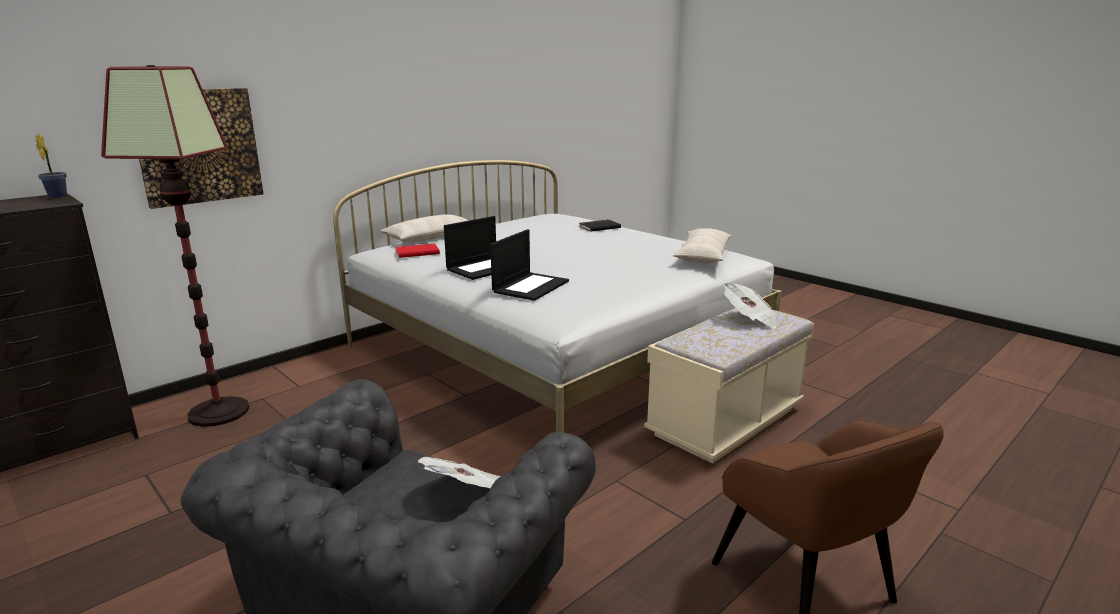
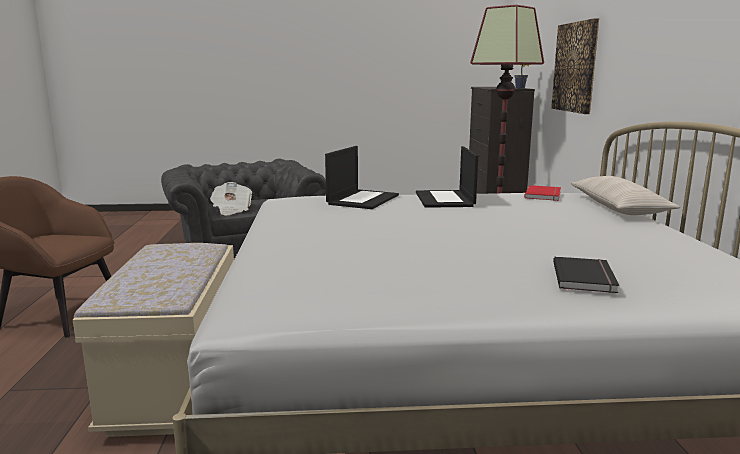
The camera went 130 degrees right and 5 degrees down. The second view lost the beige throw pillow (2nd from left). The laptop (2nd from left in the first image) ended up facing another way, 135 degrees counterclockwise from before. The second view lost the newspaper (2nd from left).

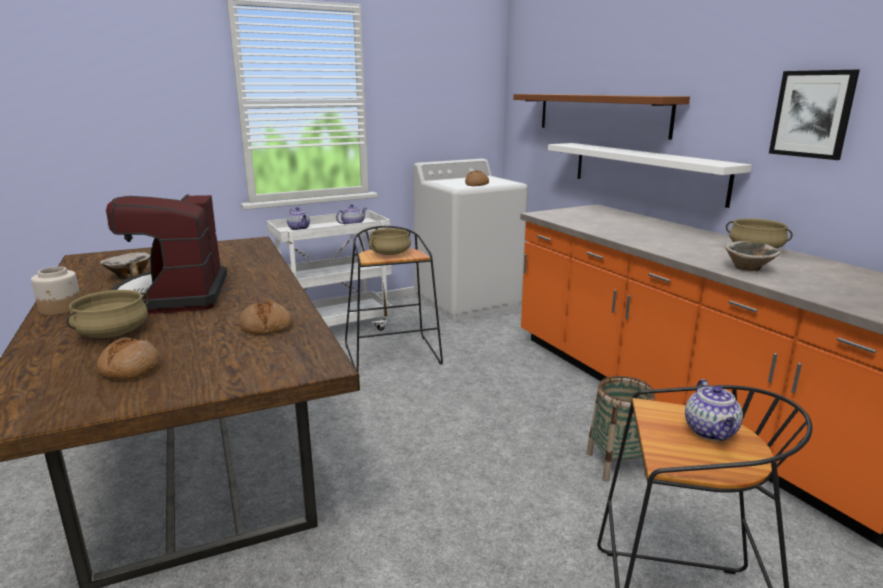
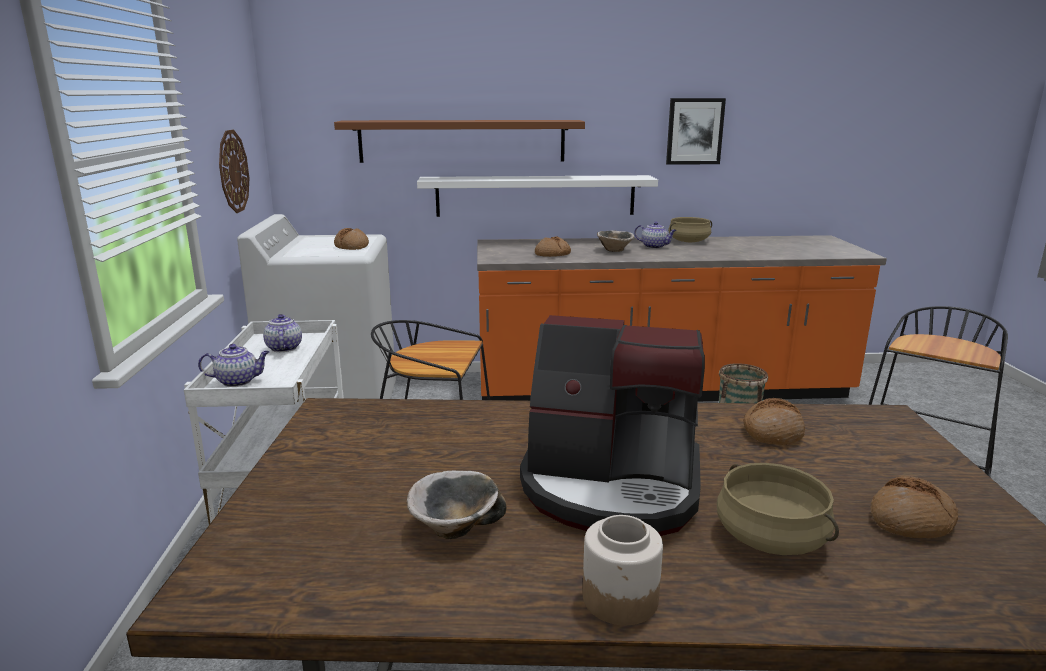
The camera went 65 degrees left and 0 degrees up. The second view lost the beige saucepot (2nd from left). The serving bowl (2nd from left) ended up elsewhere. The tea pot (3rd from left) ended up elsewhere. The second view gained the wall clock. The second view gained the bakery bread (2nd from left).

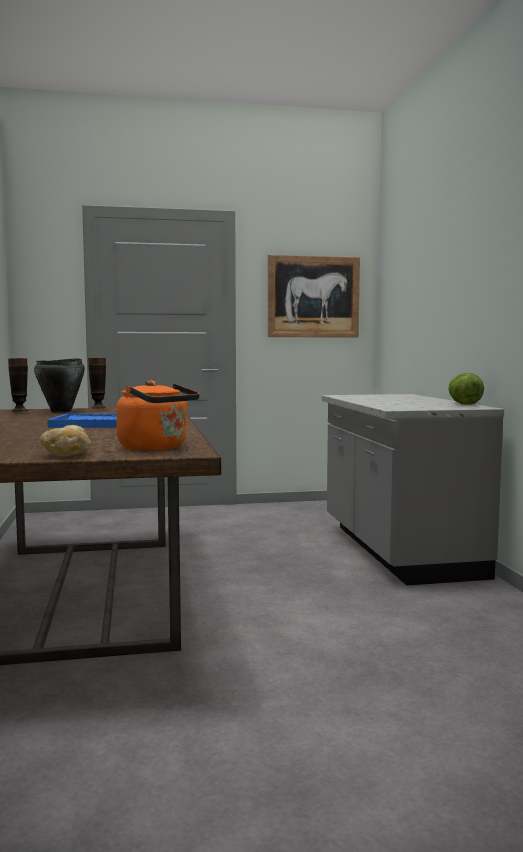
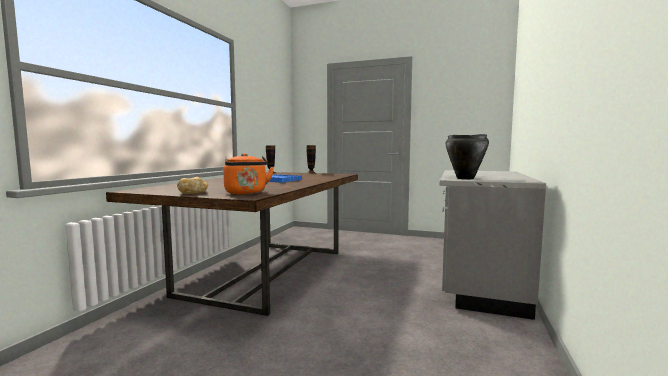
The camera went 30 degrees right and 0 degrees up. The second view lost the wall picture. The black saucepot ended up elsewhere. The second view lost the lettuce head.

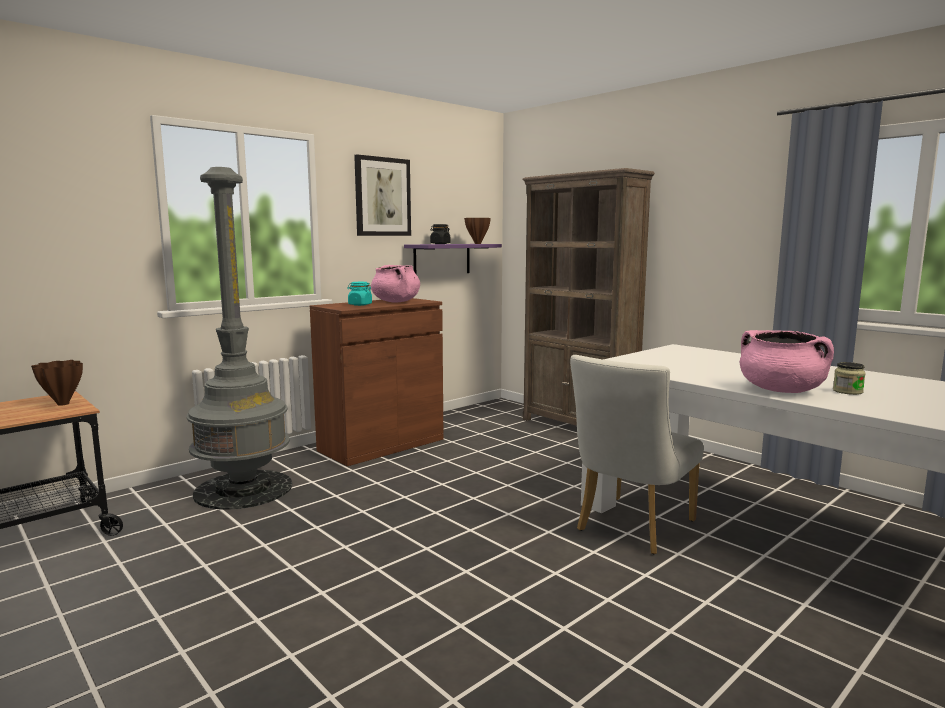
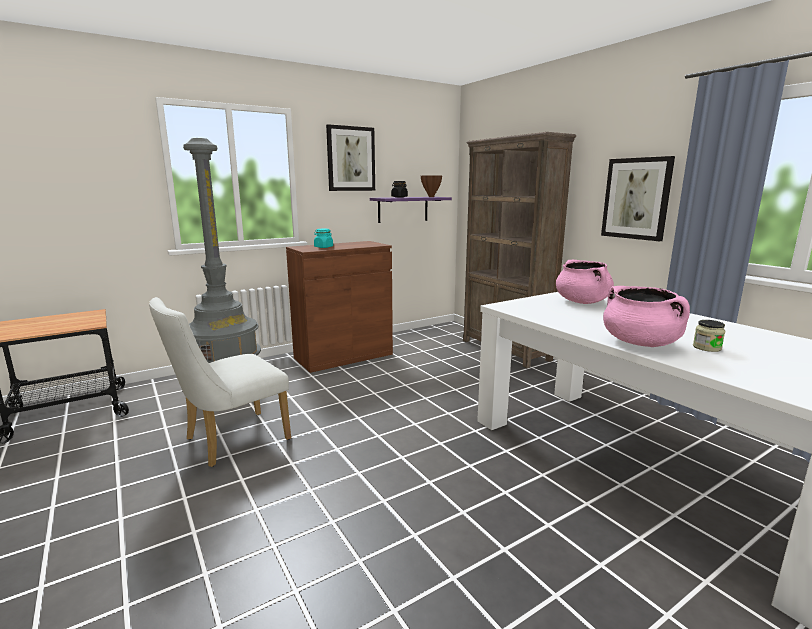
The camera went 10 degrees right and 5 degrees up. The pinkish saucepot (1st from left) ended up elsewhere. The white-coloured upright chair ended up elsewhere. The second view lost the brownish vase (1st from left). The second view gained the wall picture (2nd from left).

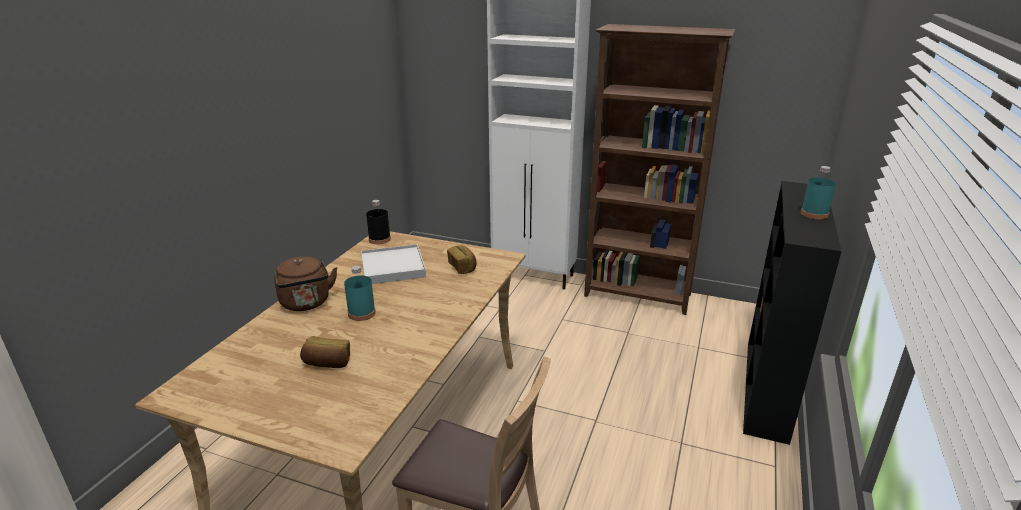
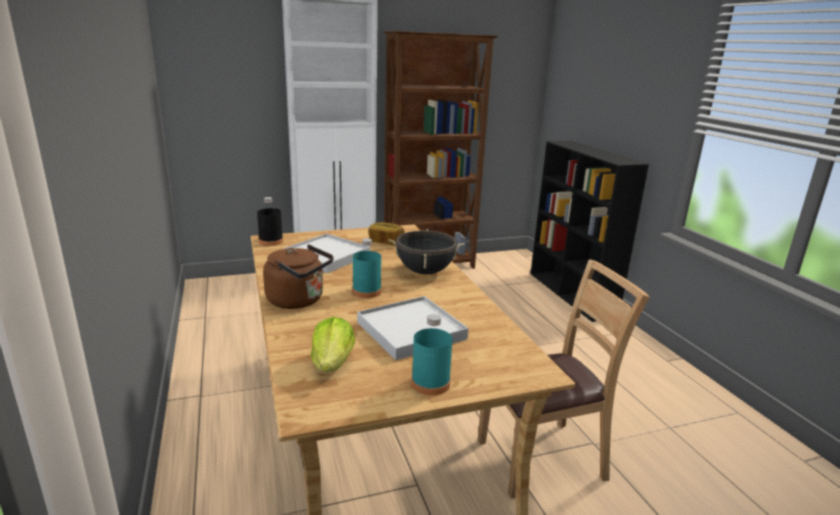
The camera went 40 degrees left and 5 degrees down. The blue-green beverage bottle (2nd from left) ended up elsewhere. Where the bakery bread (1st from left) stood, the white-coloured tray (2nd from left) came to stand. The second view gained the black saucepot. The second view gained the lettuce head.

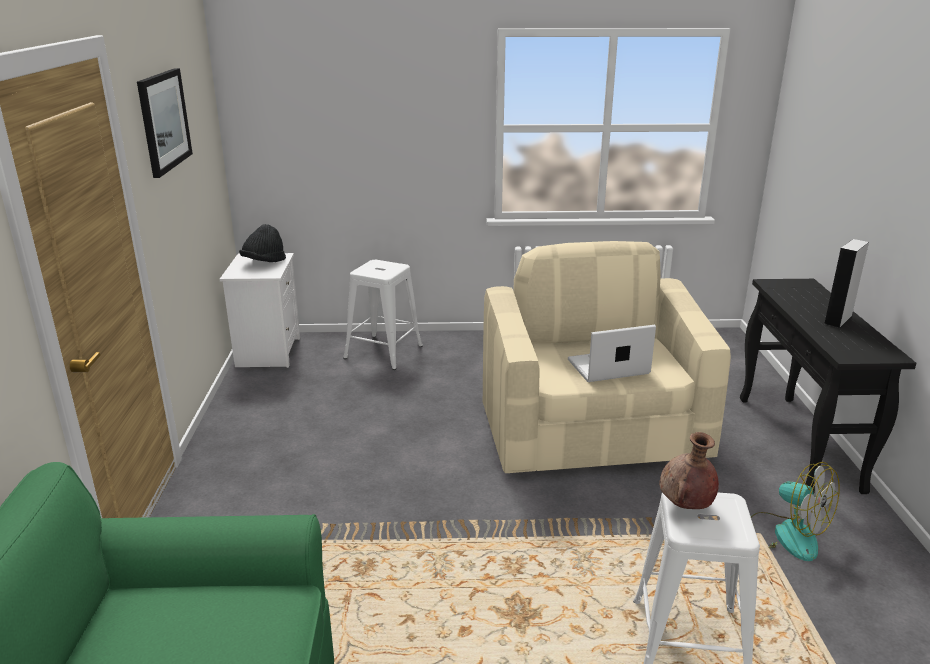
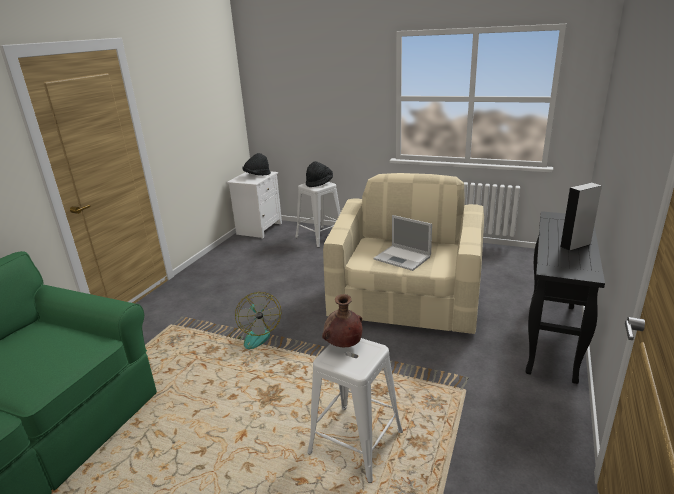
The camera went 25 degrees right and 0 degrees up. The second view lost the wall picture. The laptop ended up facing another way, 150 degrees counterclockwise from before. The cooling fan ended up elsewhere. The second view gained the black wearable hat (2nd from left).

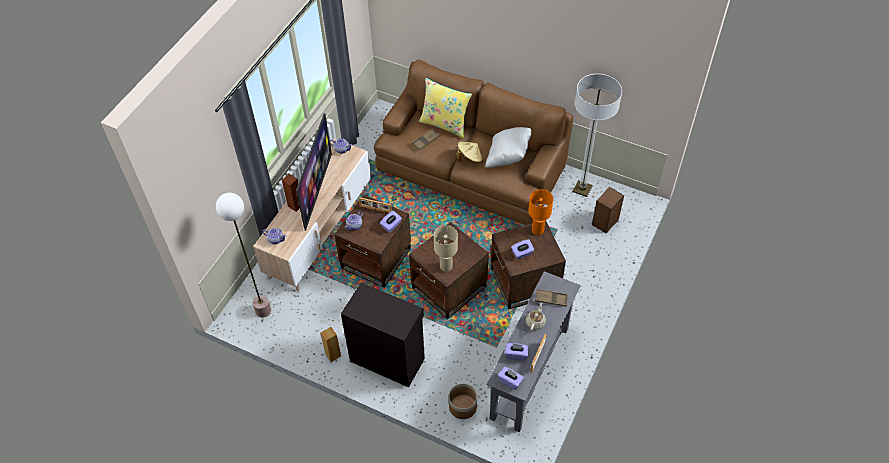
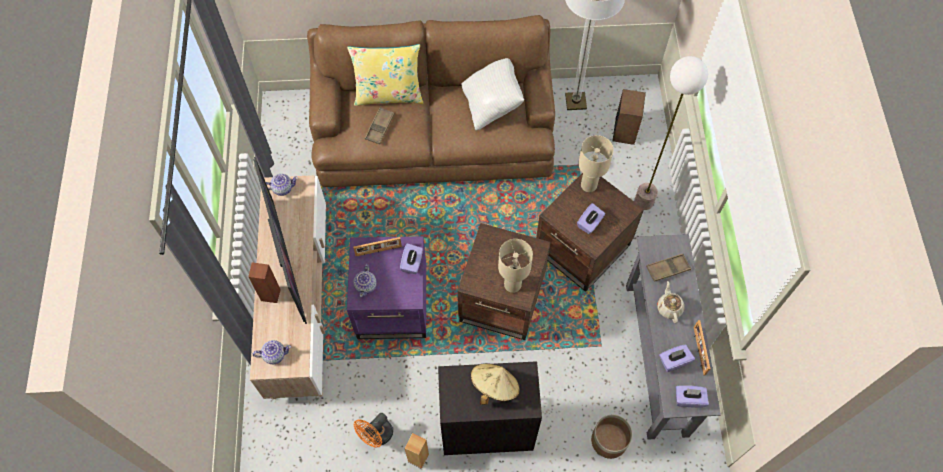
The camera went 30 degrees left and 10 degrees up. The beige wearable hat ended up elsewhere. What was the orange tabletop lamp turned into the beige tabletop lamp (2nd from left). The standard lamp (1st from left in the first image) ended up elsewhere. What was the brownish end table (1st from left) turned into the purplish end table. The second view gained the orange cooling fan.

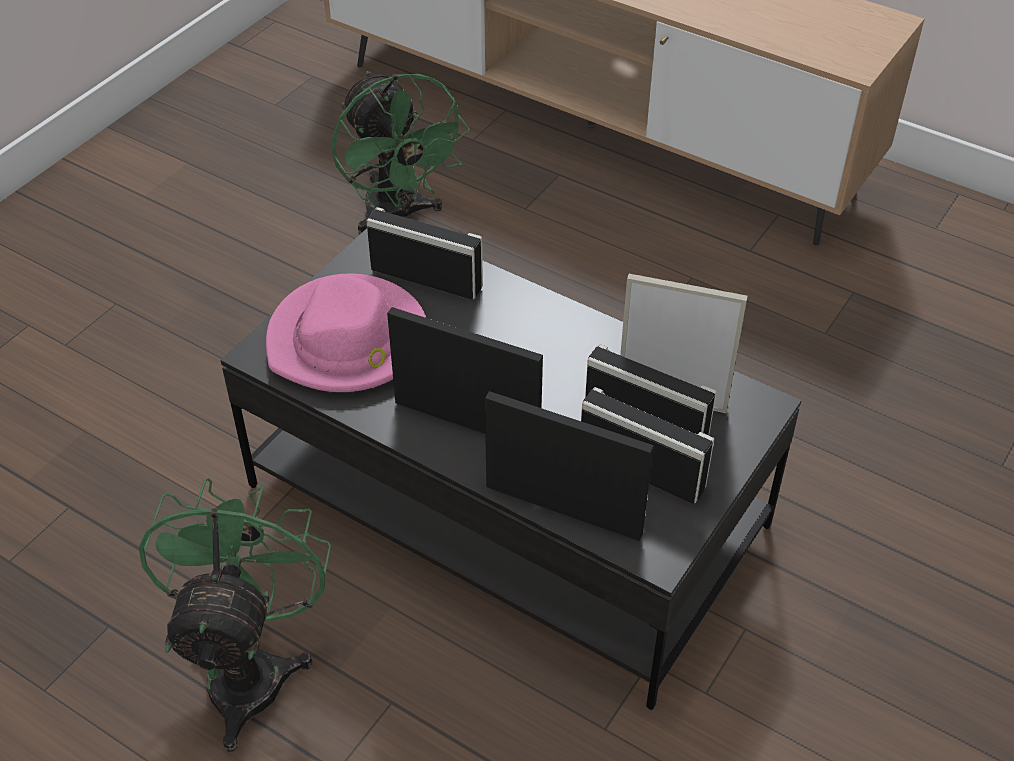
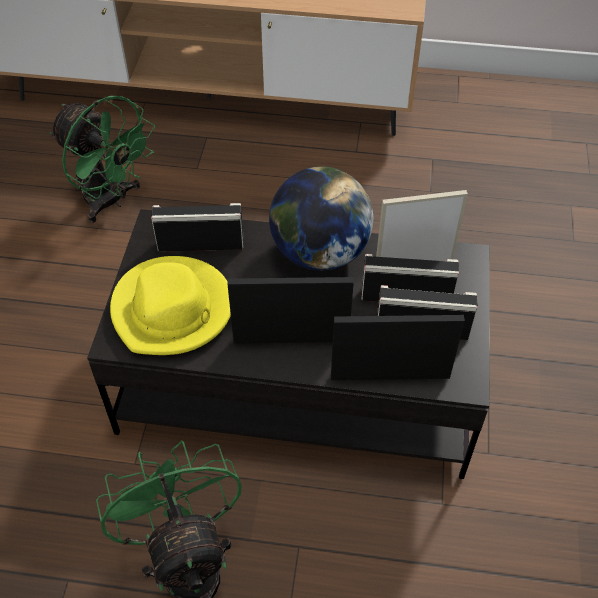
The camera went 25 degrees left and 5 degrees up. What was the pinkish wearable hat turned into the yellowish wearable hat. The second view gained the globe.

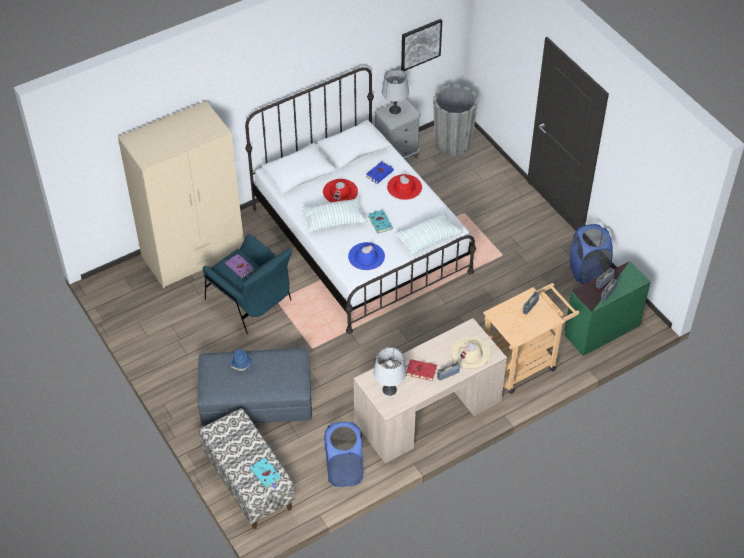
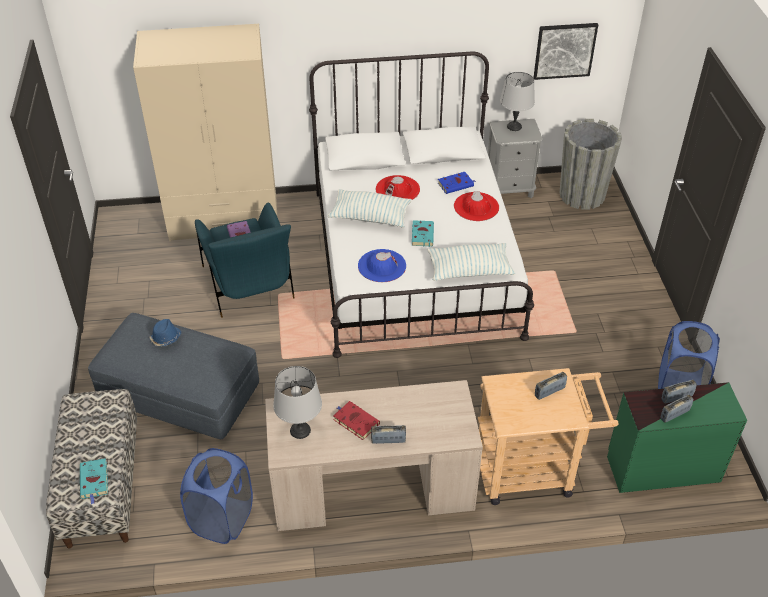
The camera went 25 degrees right and 5 degrees down. The second view lost the beige wearable hat.

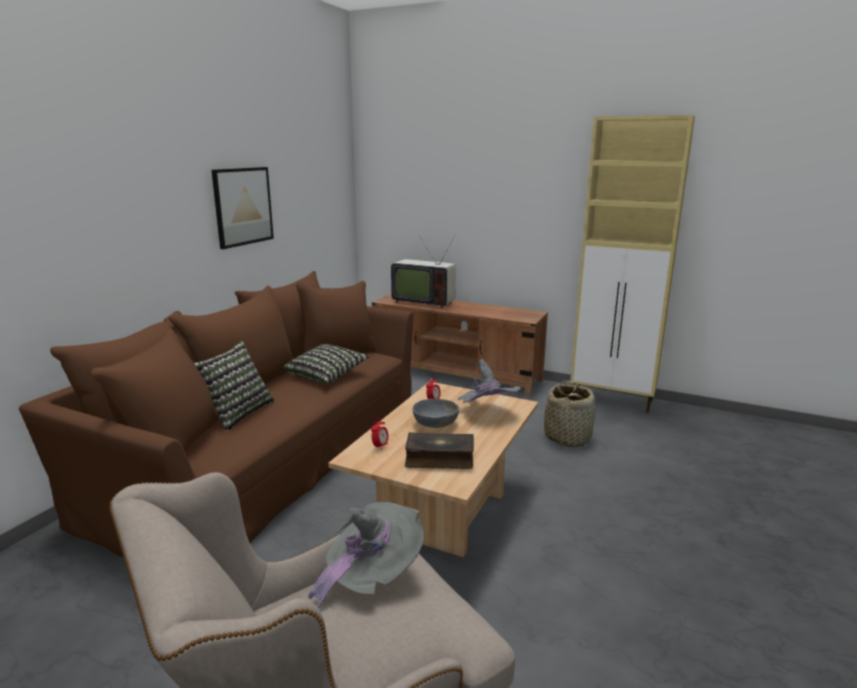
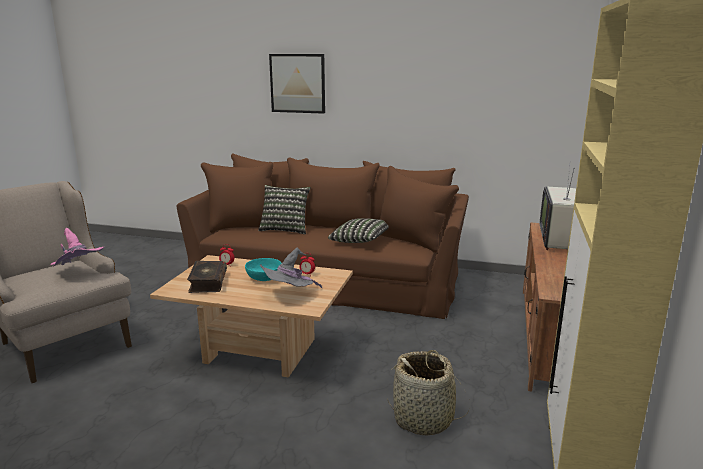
The camera went 80 degrees right and 0 degrees up. The wall picture ended up elsewhere. What was the grey serving bowl turned into the blue-green serving bowl. What was the grey wearable hat (1st from left) turned into the pinkish wearable hat.

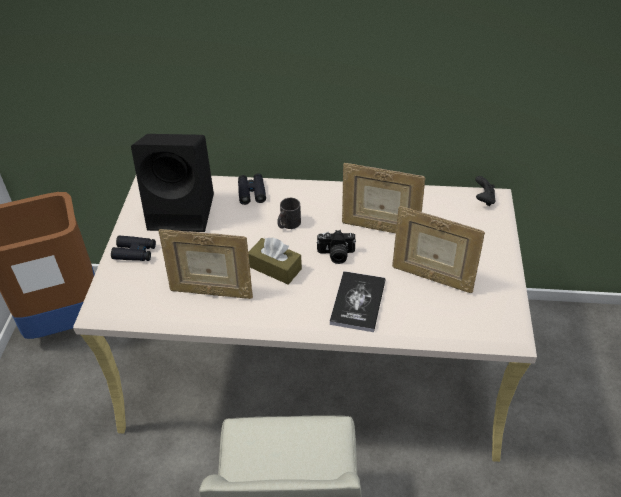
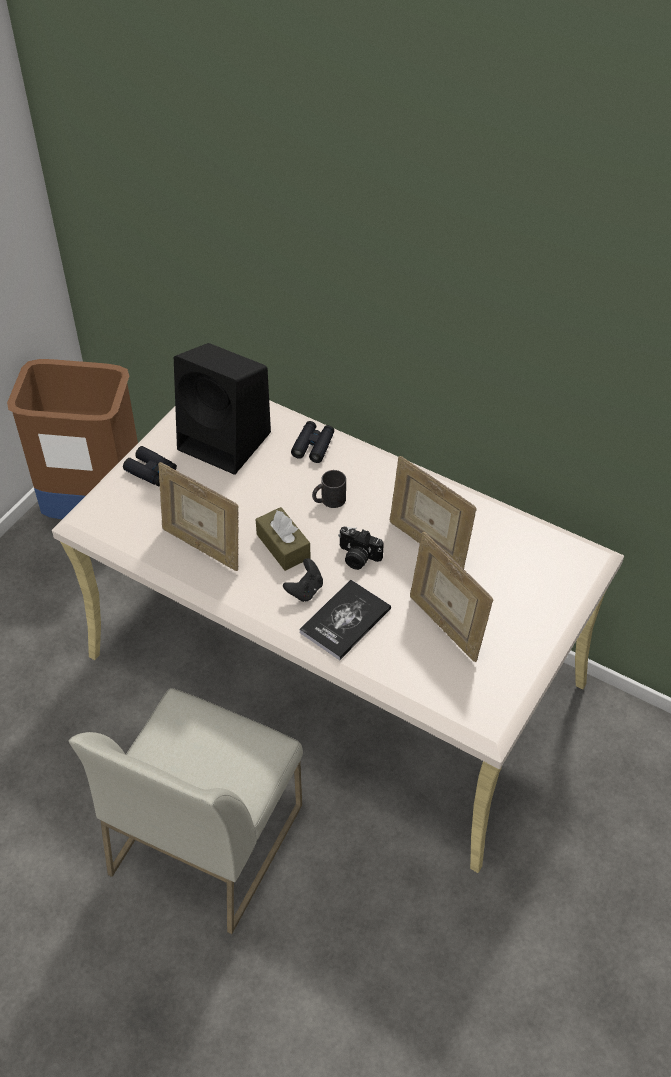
The camera went 25 degrees right and 5 degrees up. The black gamepad ended up elsewhere.

